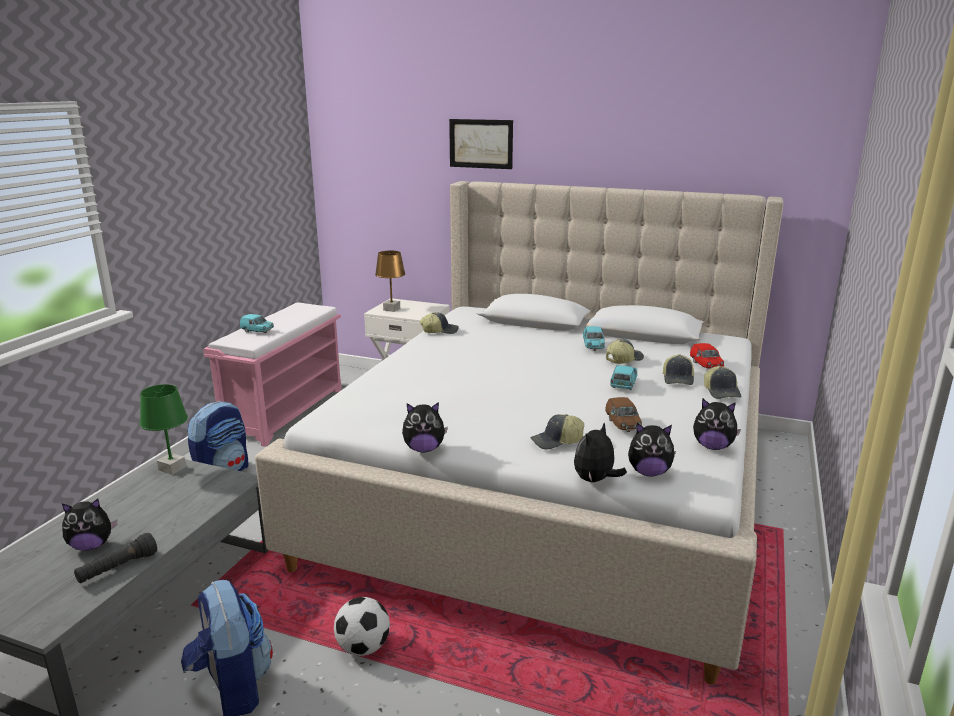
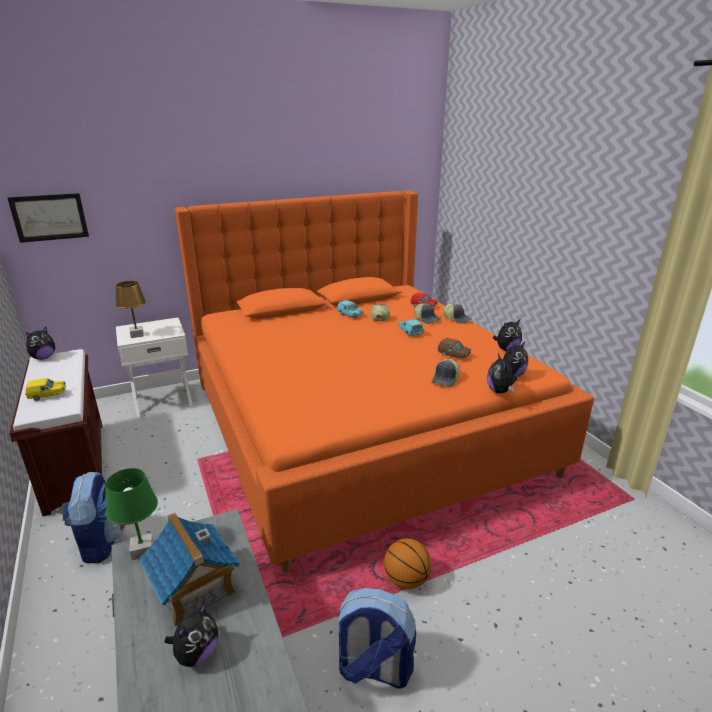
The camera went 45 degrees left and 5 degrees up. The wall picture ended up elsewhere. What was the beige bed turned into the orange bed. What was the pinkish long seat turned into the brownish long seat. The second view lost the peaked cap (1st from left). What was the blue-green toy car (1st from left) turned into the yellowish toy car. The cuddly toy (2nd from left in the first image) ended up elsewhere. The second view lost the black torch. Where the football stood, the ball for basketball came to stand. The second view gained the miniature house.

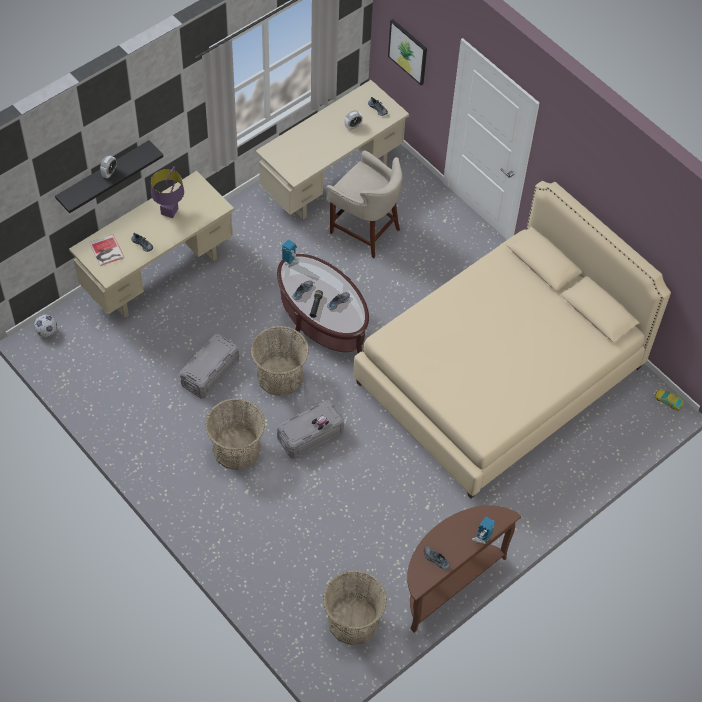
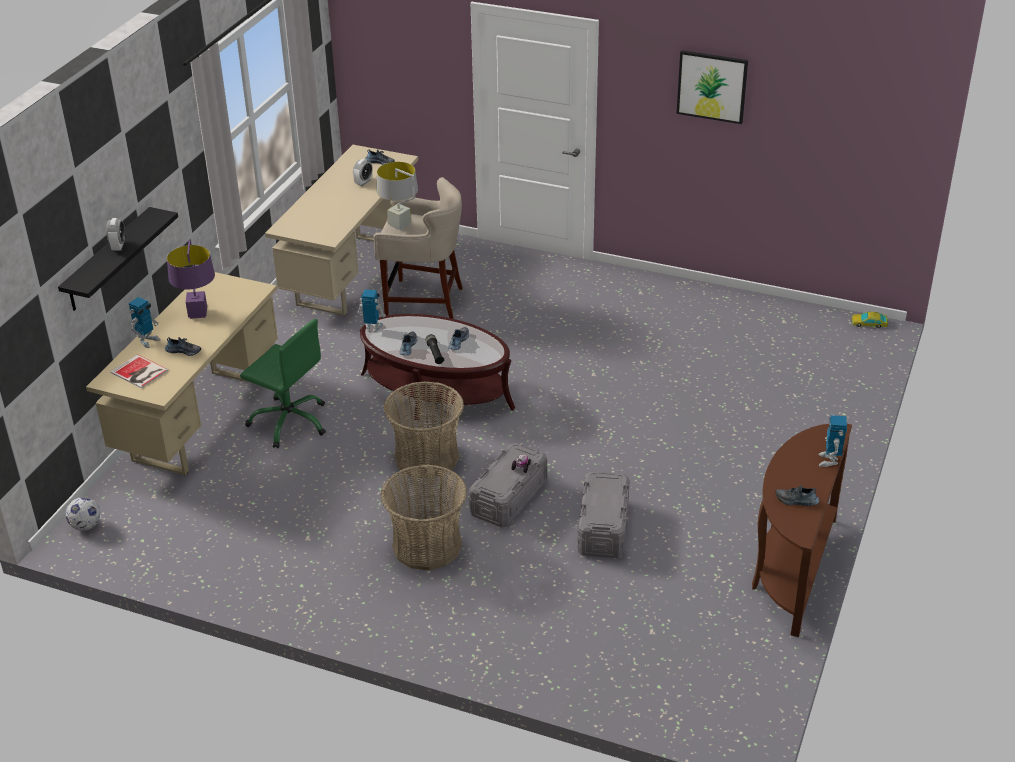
The camera went 25 degrees left and 20 degrees down. The wall picture ended up elsewhere. The second view lost the beige bed. The grey storage box (1st from left in the first image) ended up elsewhere. The second view lost the household basket (3rd from left). The second view gained the grey tabletop lamp. The second view gained the toy robot (1st from left). The second view gained the greenish desk chair.

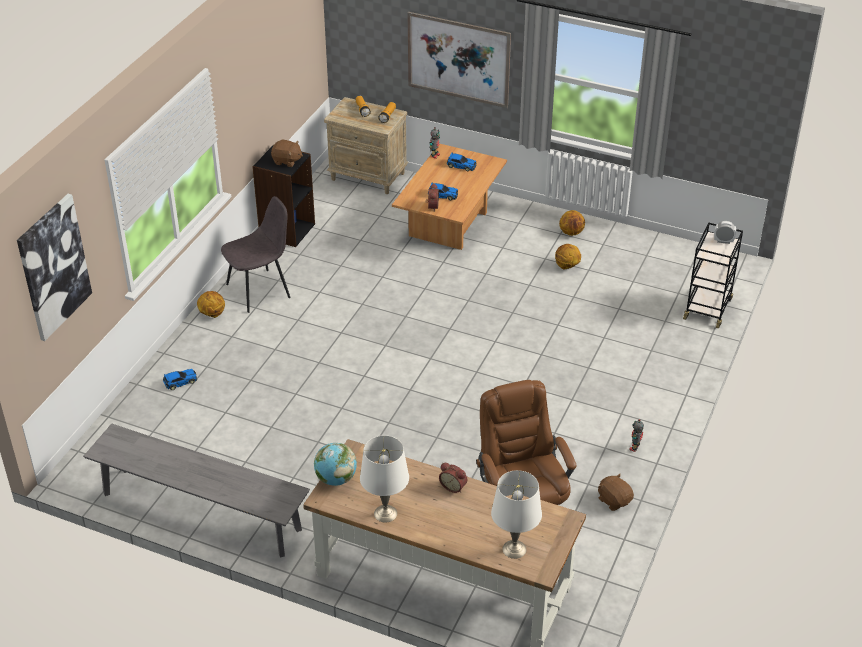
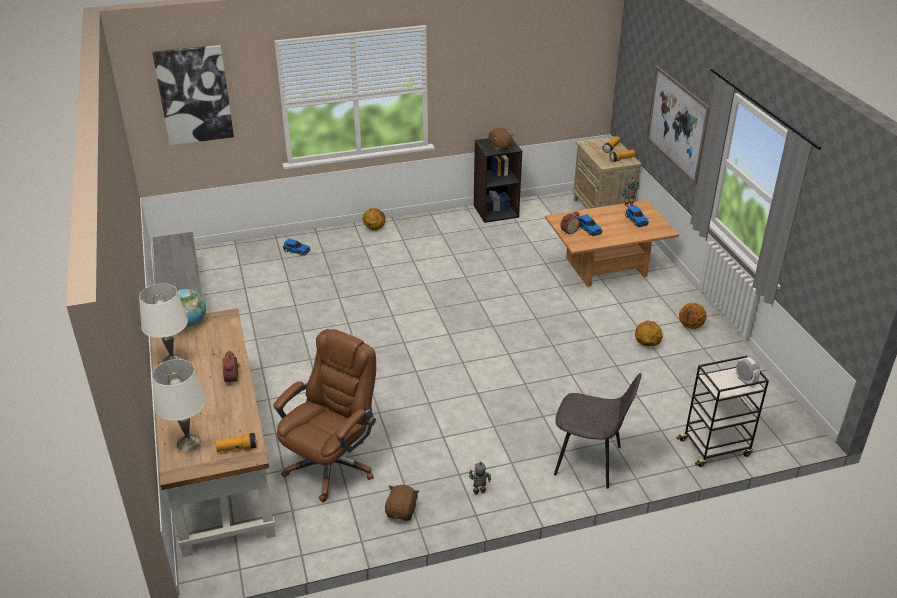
The camera went 50 degrees right and 5 degrees down. The grey upright chair ended up elsewhere. The second view gained the torch (1st from left).

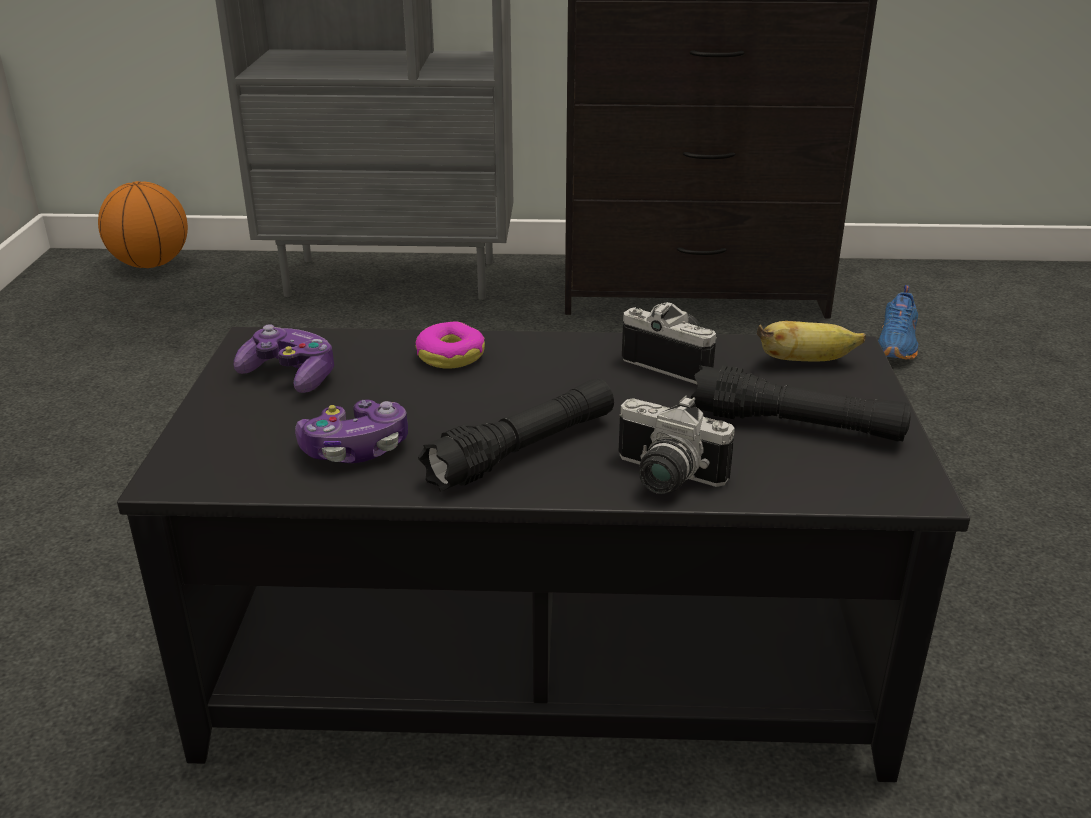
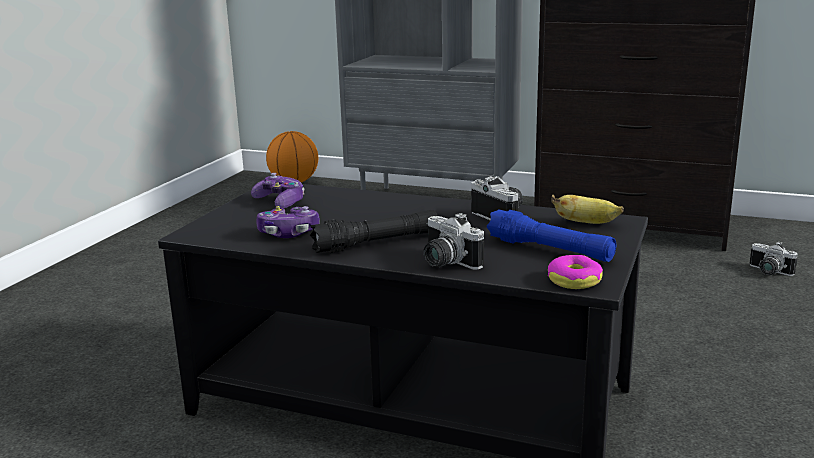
The camera went 20 degrees right and 10 degrees down. Where the blue shoe stood, the still camera (3rd from left) came to stand. The doughnut ended up elsewhere. What was the black torch (2nd from left) turned into the blue torch.

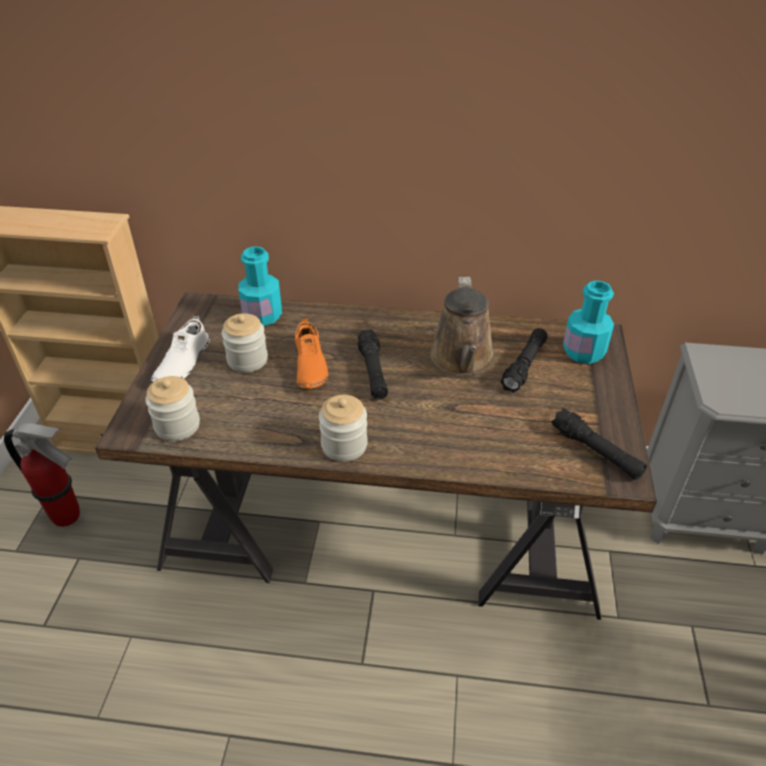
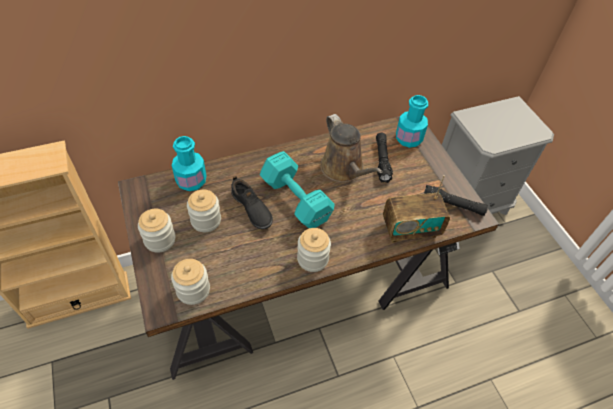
The camera went 30 degrees left and 10 degrees up. Where the white-coloured shoe stood, the storage jar (1st from left) came to stand. What was the orange shoe turned into the black shoe. Where the black torch (1st from left) stood, the blue-green free weight came to stand. The second view lost the fire extinguisher. The second view gained the radio set.

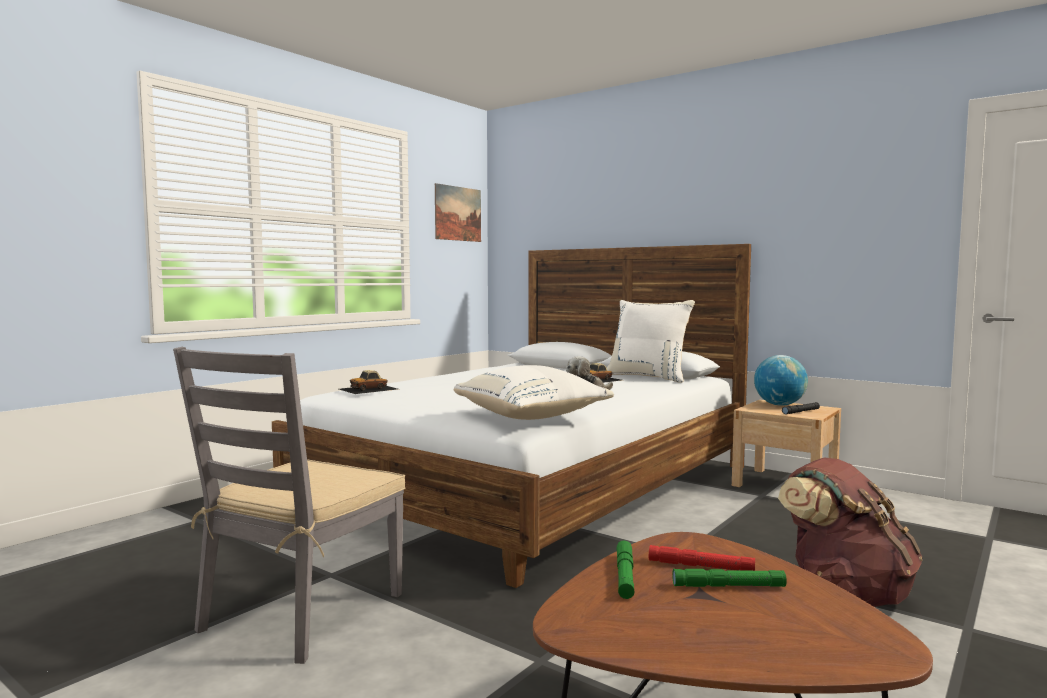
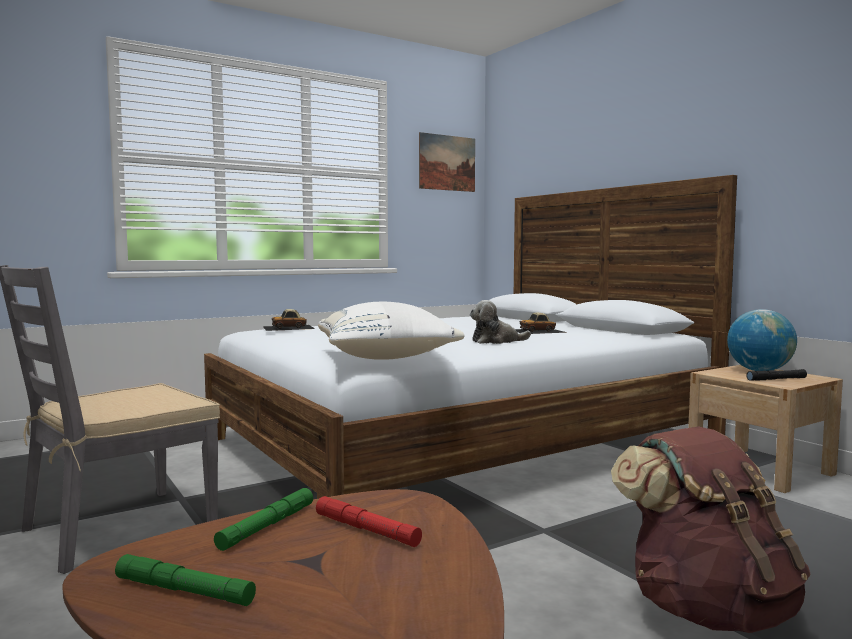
The camera went 20 degrees right and 0 degrees up. The second view lost the white-coloured throw pillow (2nd from left). The greenish torch (2nd from left in the first image) ended up elsewhere.

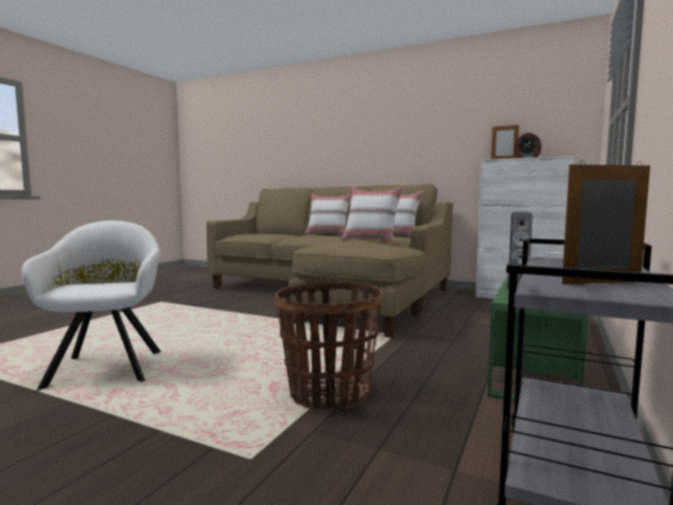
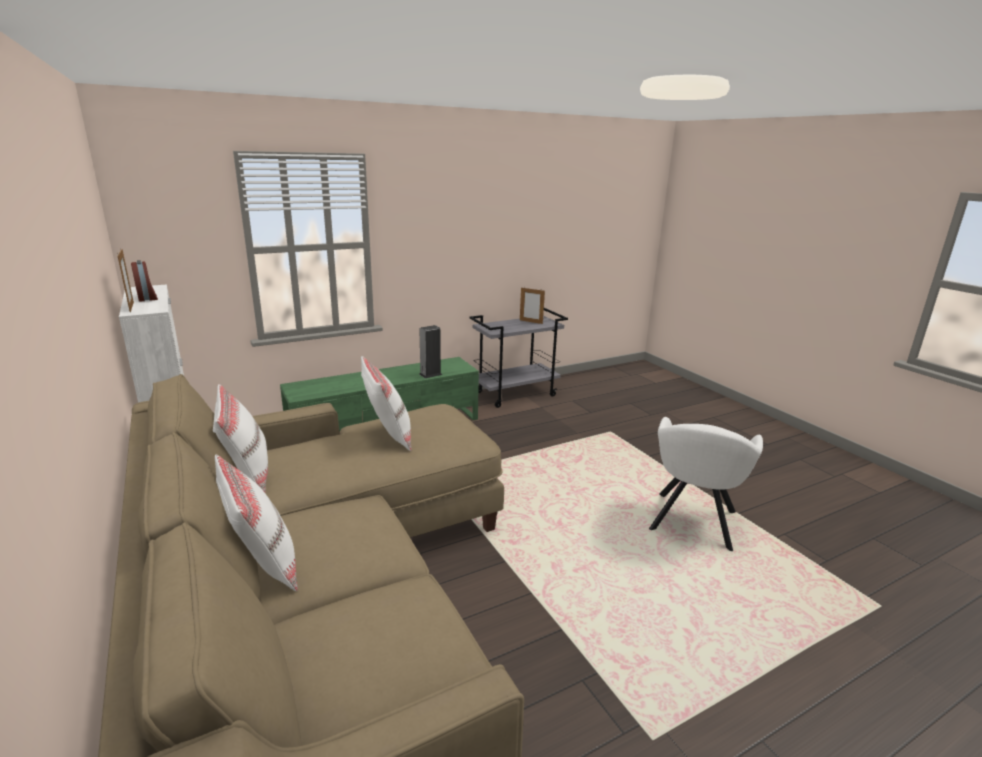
The camera went 145 degrees left and 15 degrees up. The second view lost the household basket.

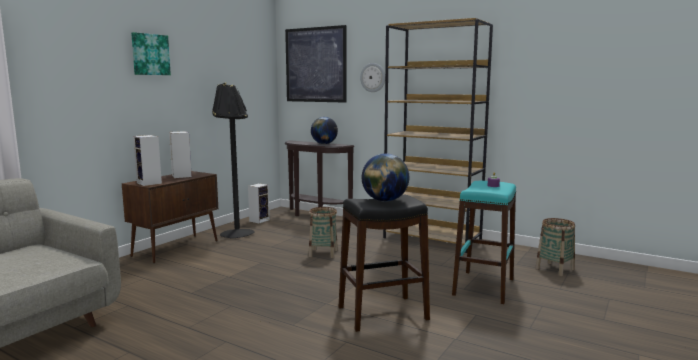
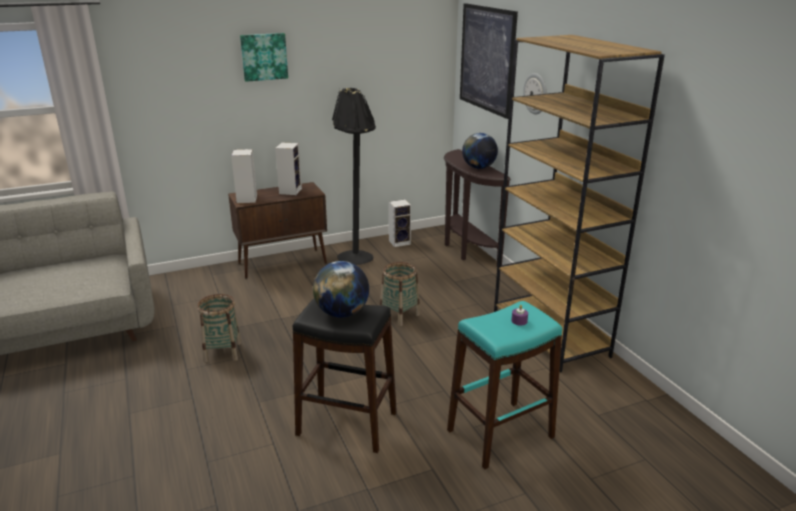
The camera went 35 degrees right and 15 degrees up. The household basket (2nd from left in the first image) ended up elsewhere.

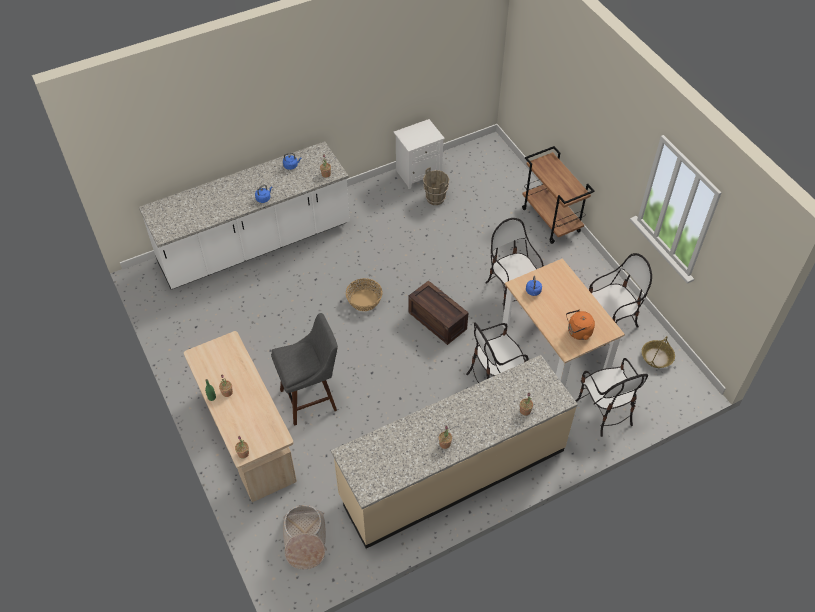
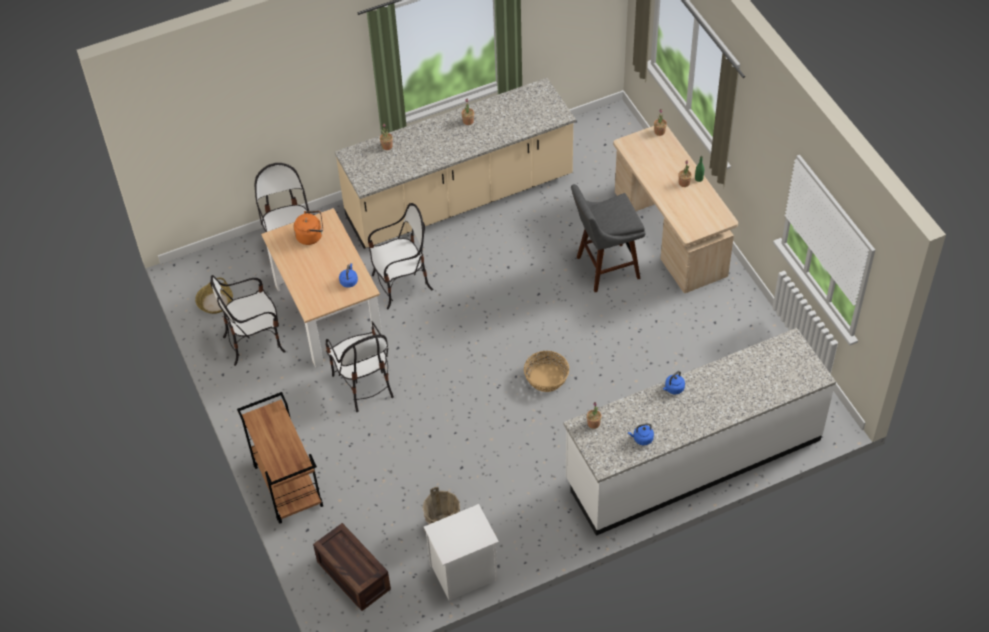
The camera went 175 degrees left and 0 degrees up. The packing crate ended up elsewhere. The second view lost the household basket (1st from left).

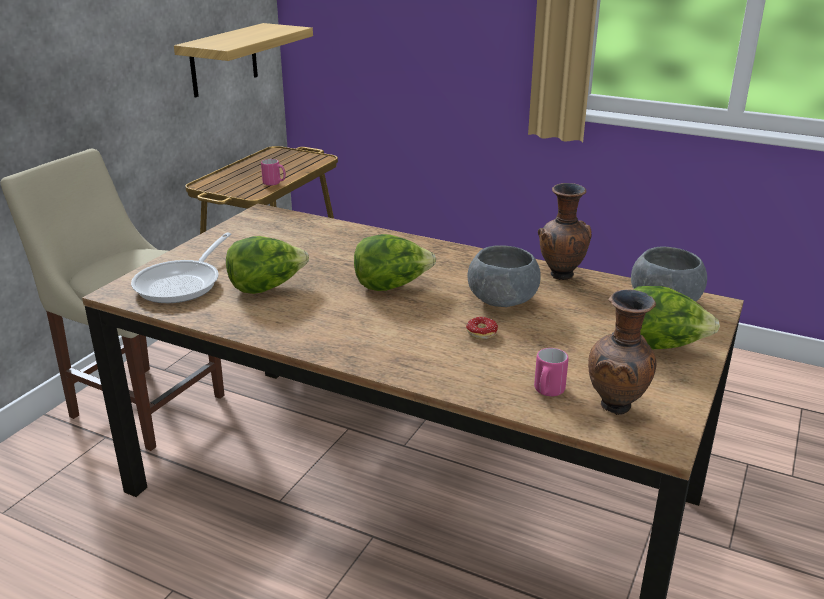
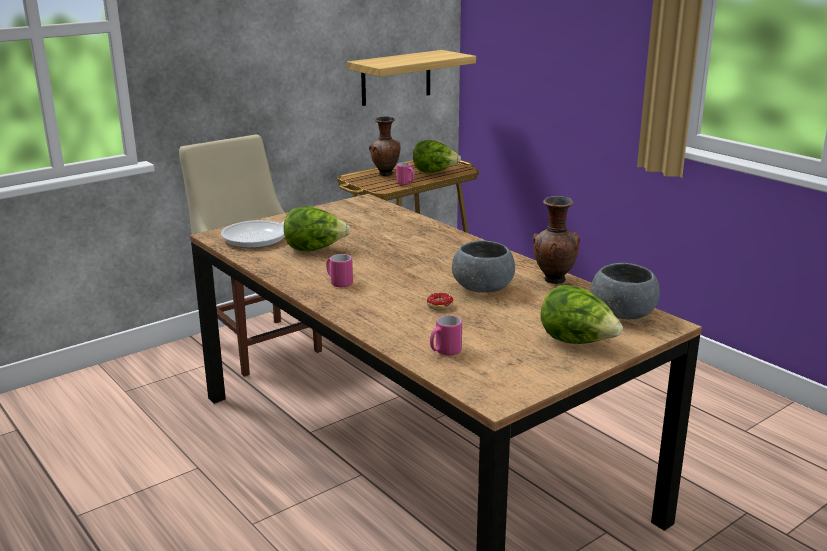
The camera went 25 degrees right and 5 degrees down. The lettuce head (2nd from left) ended up elsewhere. The brownish vase (2nd from left in the first image) ended up elsewhere. The second view gained the pinkish mug (1st from left).

